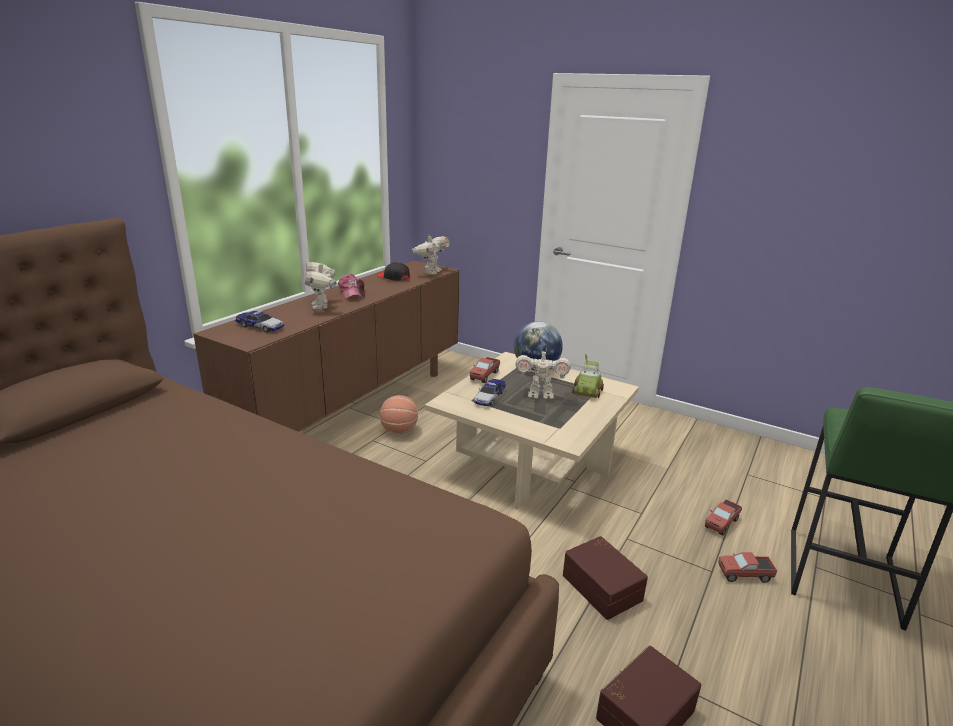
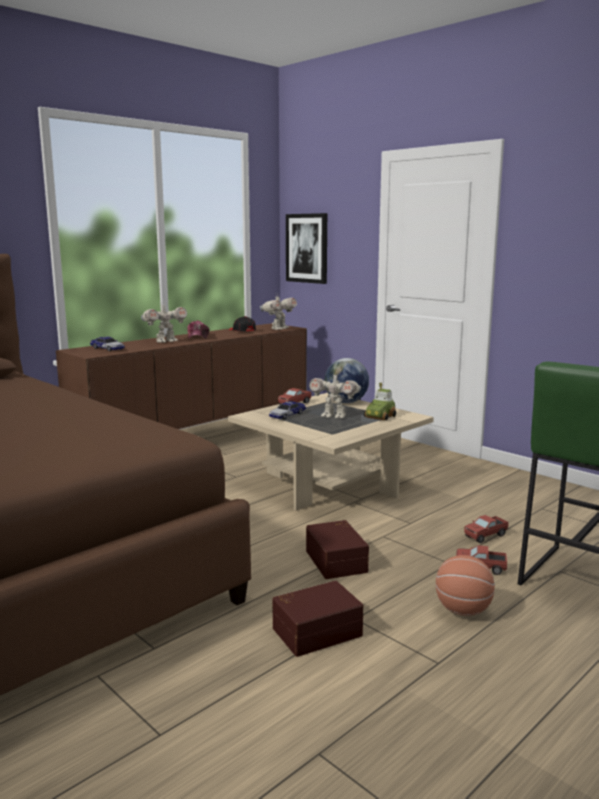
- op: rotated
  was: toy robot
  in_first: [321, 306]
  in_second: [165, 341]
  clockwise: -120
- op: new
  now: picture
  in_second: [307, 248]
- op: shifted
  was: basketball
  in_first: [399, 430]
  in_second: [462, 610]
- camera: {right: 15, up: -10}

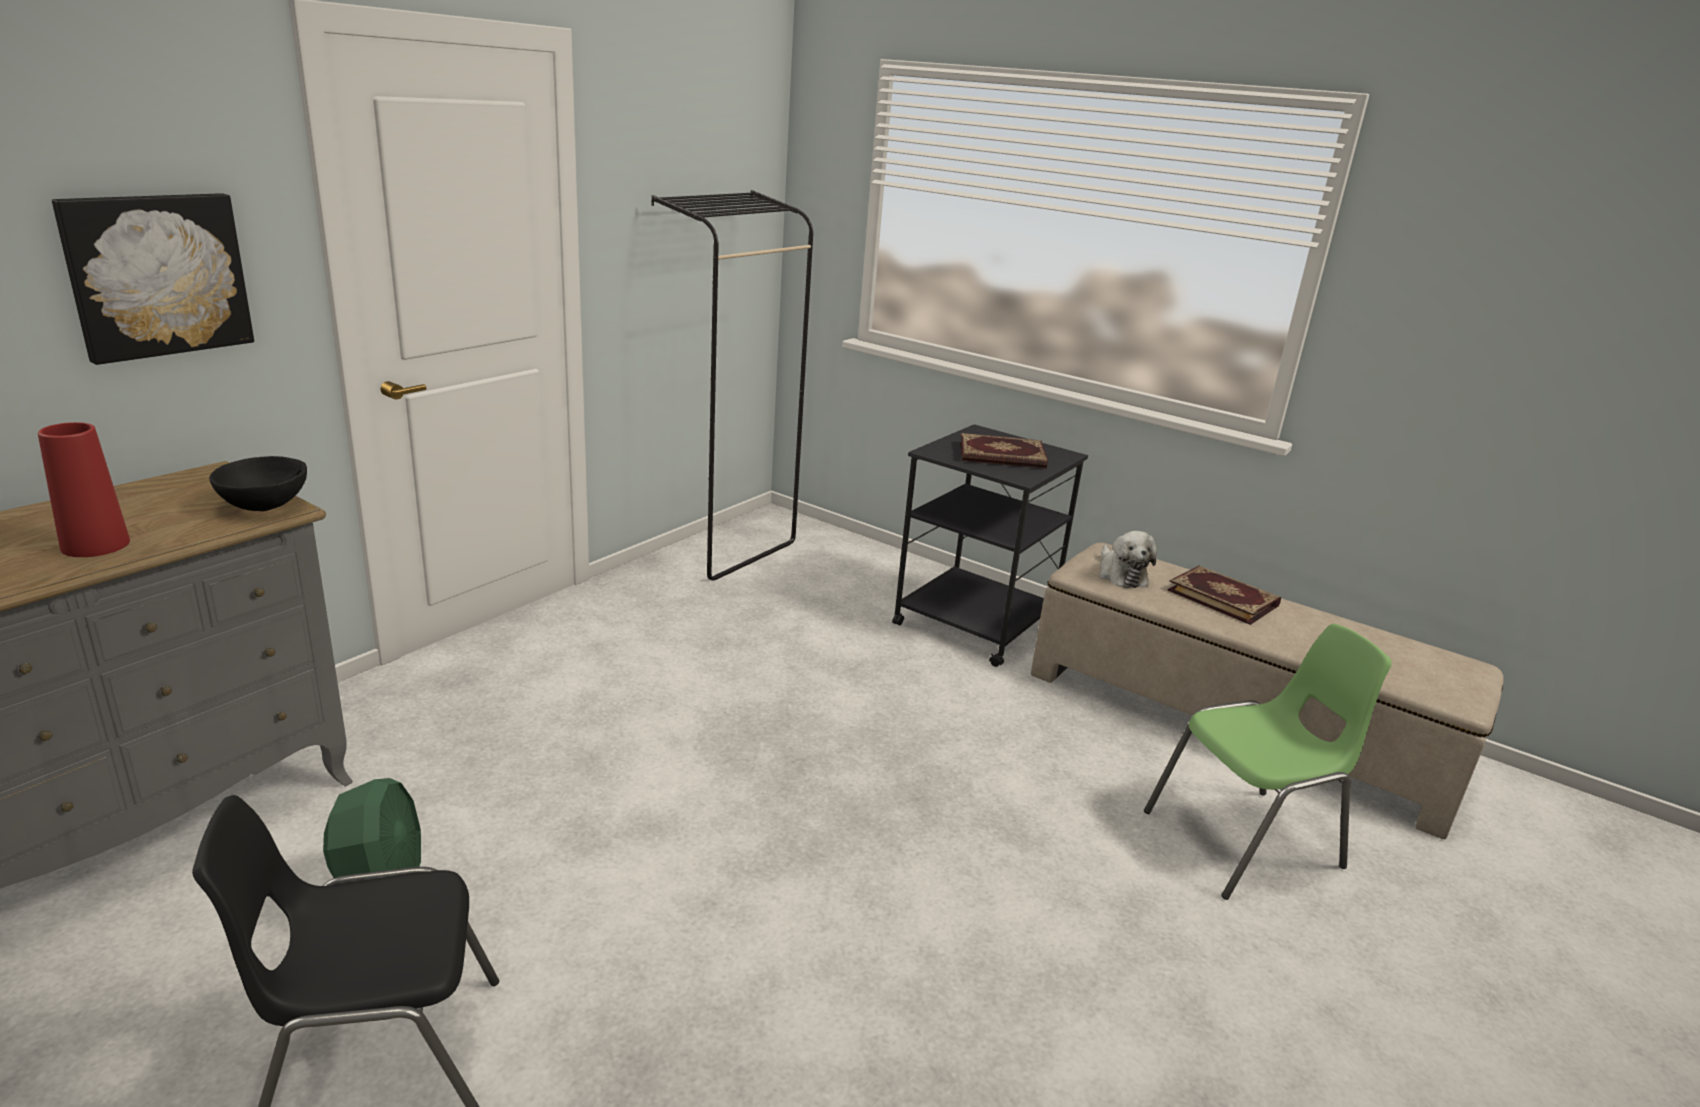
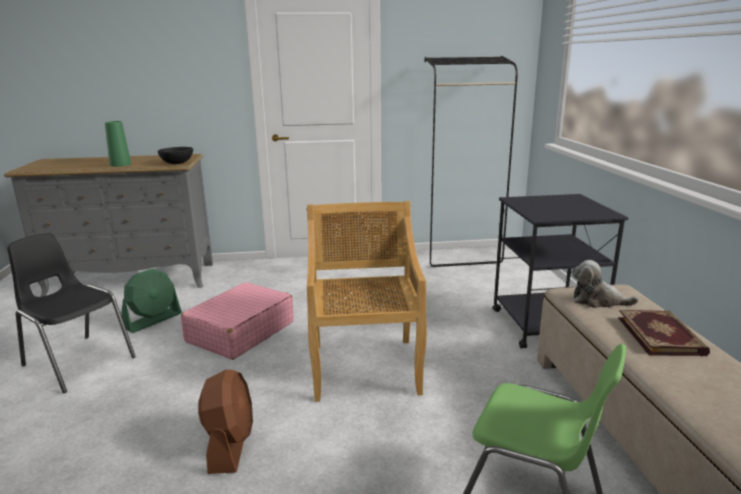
- op: repainted
  was: vase in red
  now: vase in green
  in_first: [95, 545]
  in_second: [120, 164]
- op: new
  now: suitcase in pink
  in_second: [240, 332]
- op: new
  now: fan in brown
  in_second: [230, 445]
- op: new
  now: chair in beige
  in_second: [365, 367]
- op: rotated
  was: plush toy
  in_first: [1121, 575]
  in_second: [597, 301]
  clockwise: 75
- op: gone
  was: picture
  in_first: [157, 275]
- op: gone
  was: book
  in_first: [1002, 456]
- camera: {right: 50, up: -5}

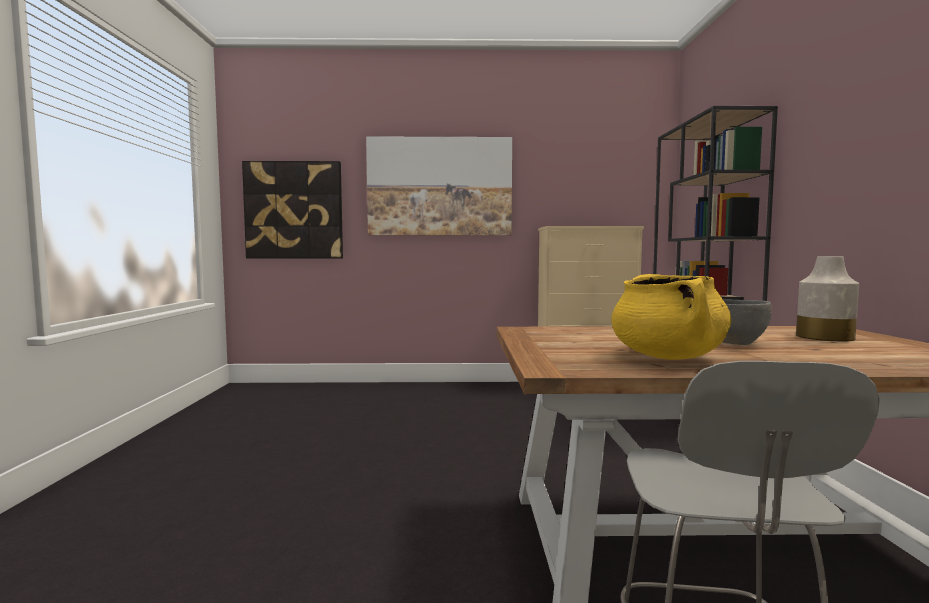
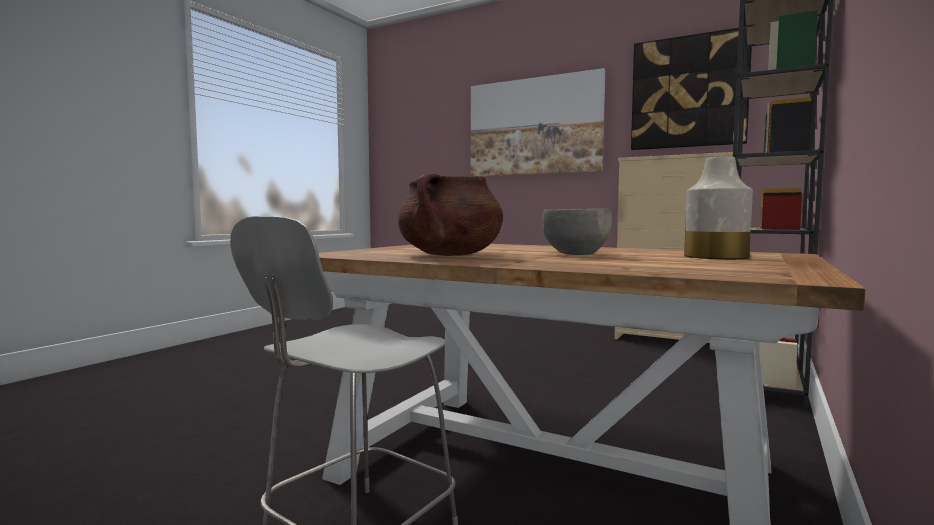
- op: repainted
  was: cooking pot in yellow
  now: cooking pot in brown
  in_first: [668, 357]
  in_second: [450, 255]
- op: shifted
  was: picture
  in_first: [294, 210]
  in_second: [688, 92]
- camera: {right: 30, up: 0}

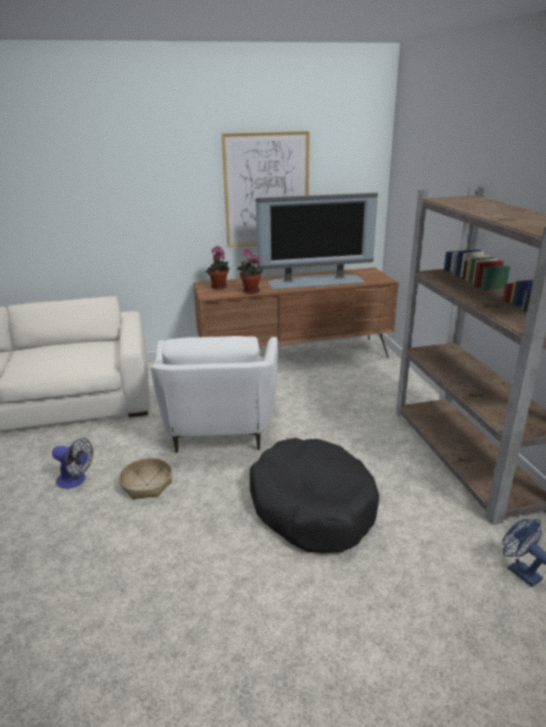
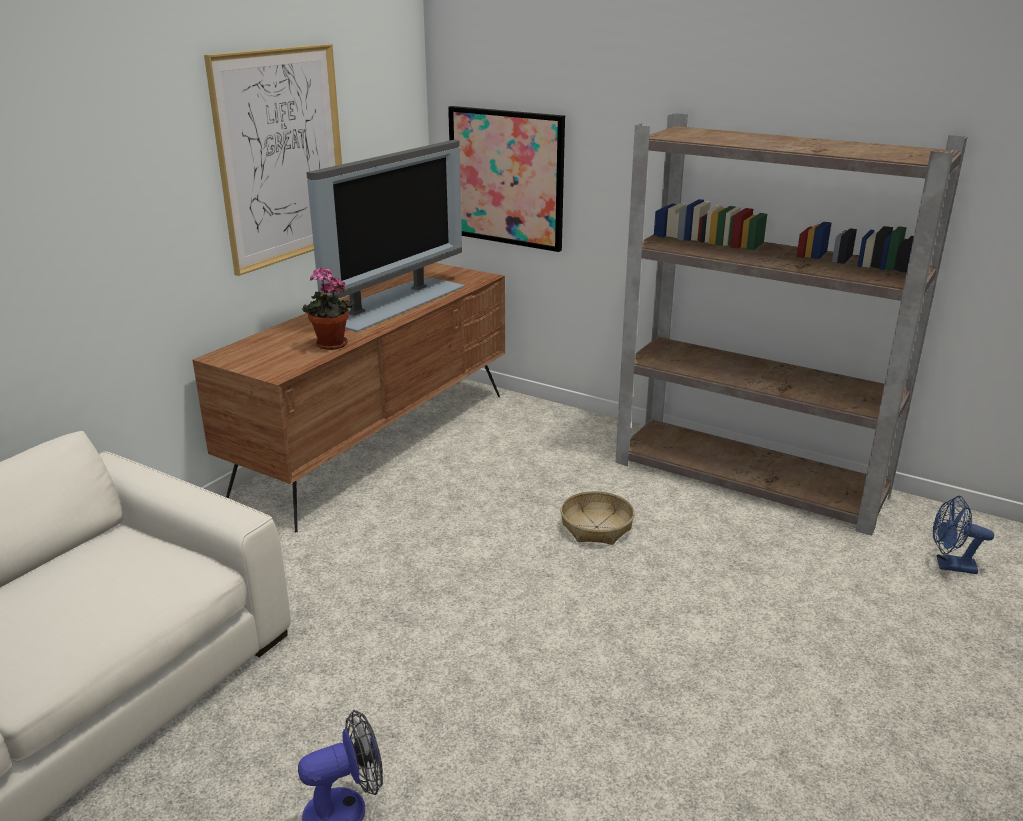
- op: new
  now: picture
  in_second: [506, 178]
- op: shifted
  was: basket
  in_first: [146, 485]
  in_second: [596, 527]
- op: gone
  was: armchair in white
  in_first: [219, 427]
- op: gone
  was: potted plant
  in_first: [219, 287]
- op: gone
  was: dog bed in black
  in_first: [312, 506]
- camera: {right: -45, up: 0}

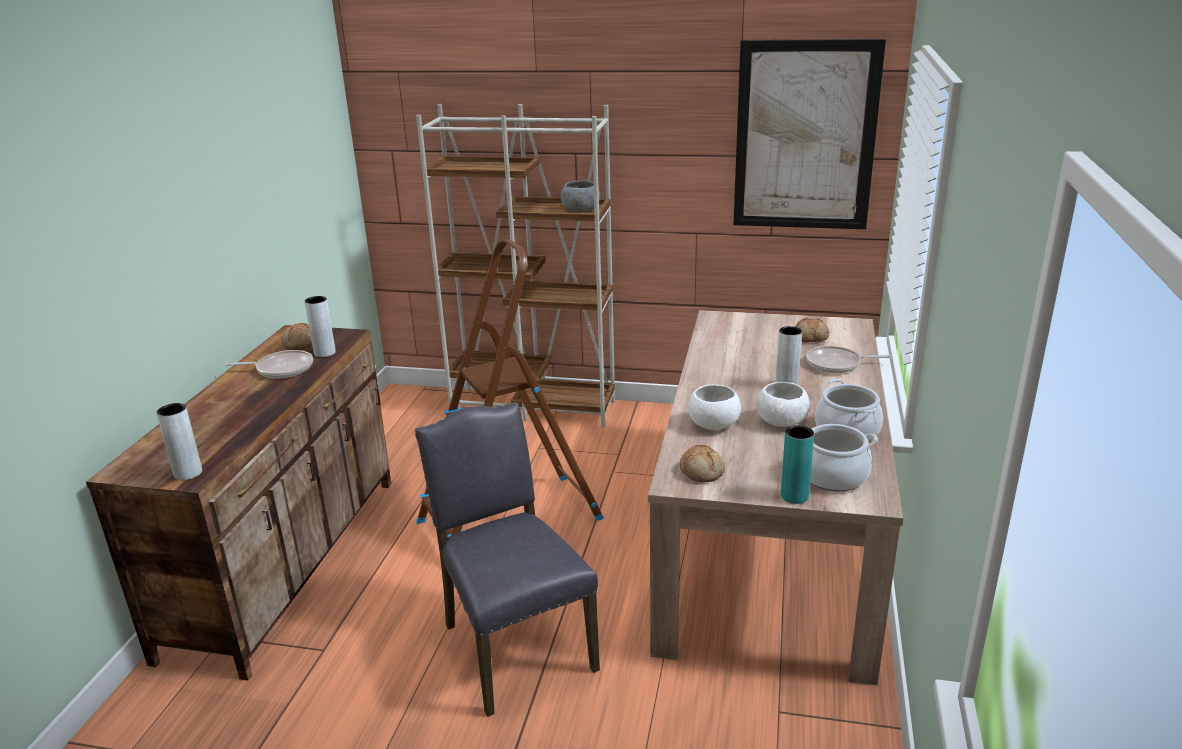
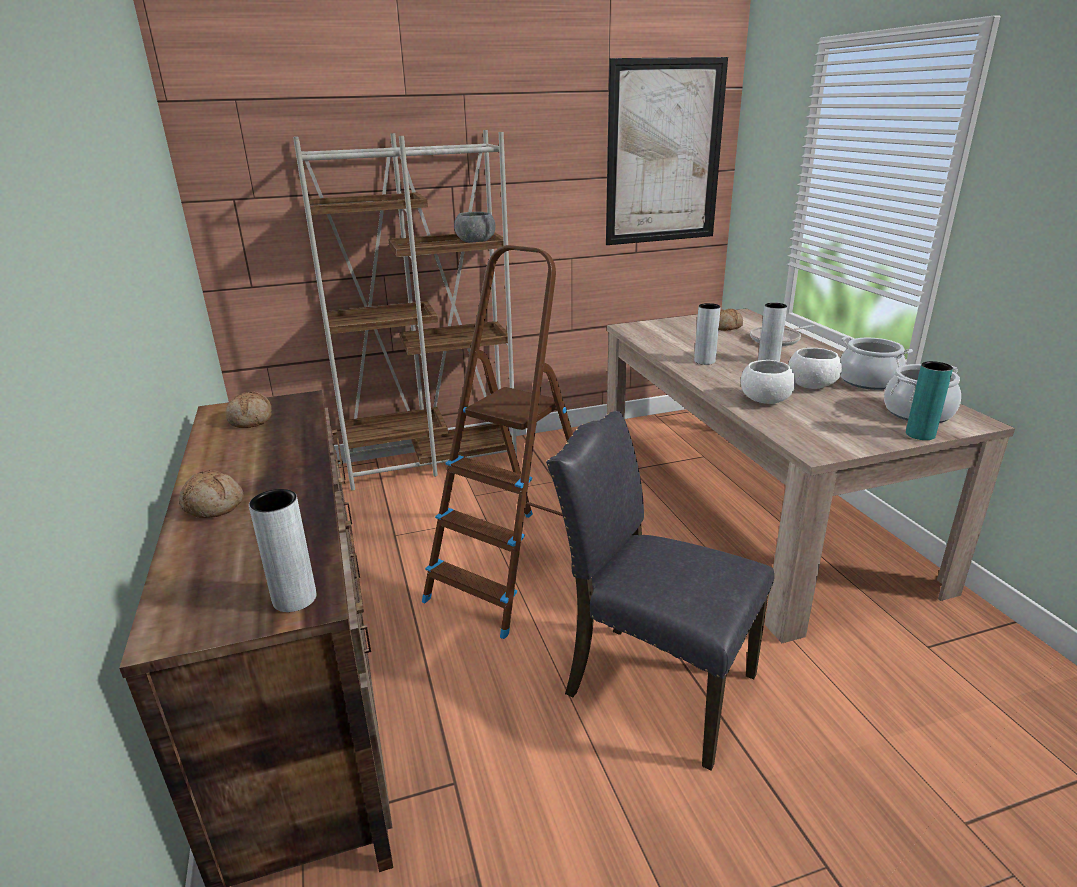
- op: shifted
  was: bread
  in_first: [702, 471]
  in_second: [214, 505]
- op: shifted
  was: vase in grey
  in_first: [325, 353]
  in_second: [704, 361]
- op: gone
  was: frying pan
  in_first: [281, 369]
- camera: {right: -30, up: 0}

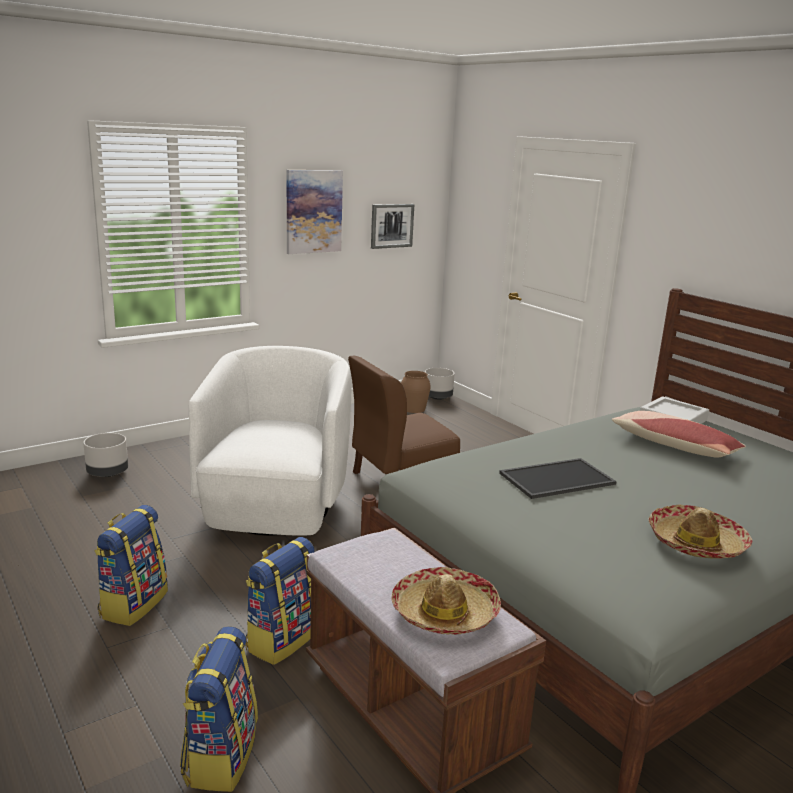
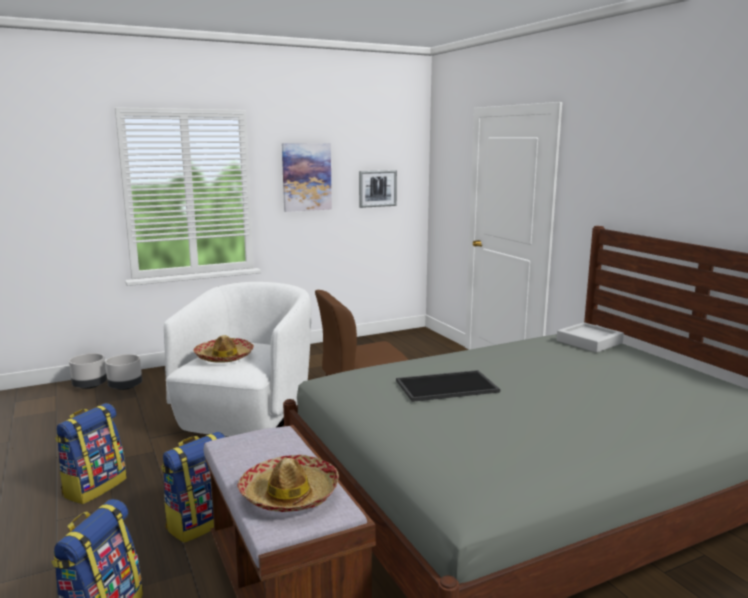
- op: shifted
  was: planter in grey
  in_first: [437, 397]
  in_second: [89, 386]
- op: shifted
  was: hat
  in_first: [696, 543]
  in_second: [224, 357]
- op: gone
  was: vase in brown
  in_first: [414, 409]
- op: gone
  was: pillow
  in_first: [673, 446]
- camera: {right: 10, up: -5}

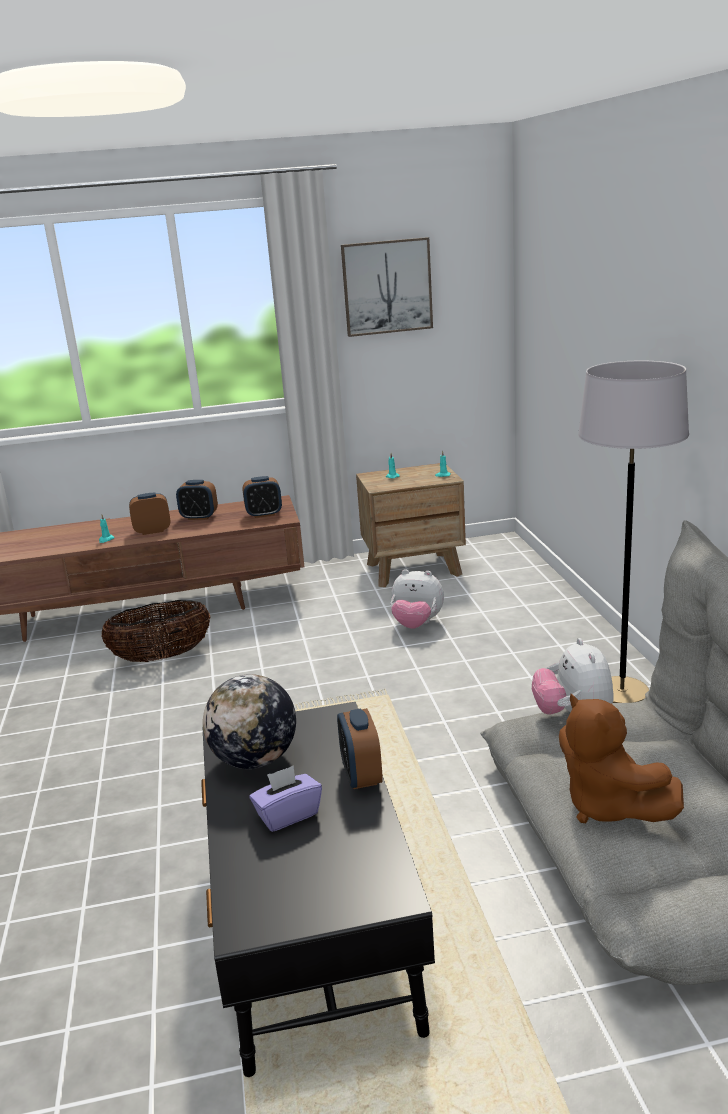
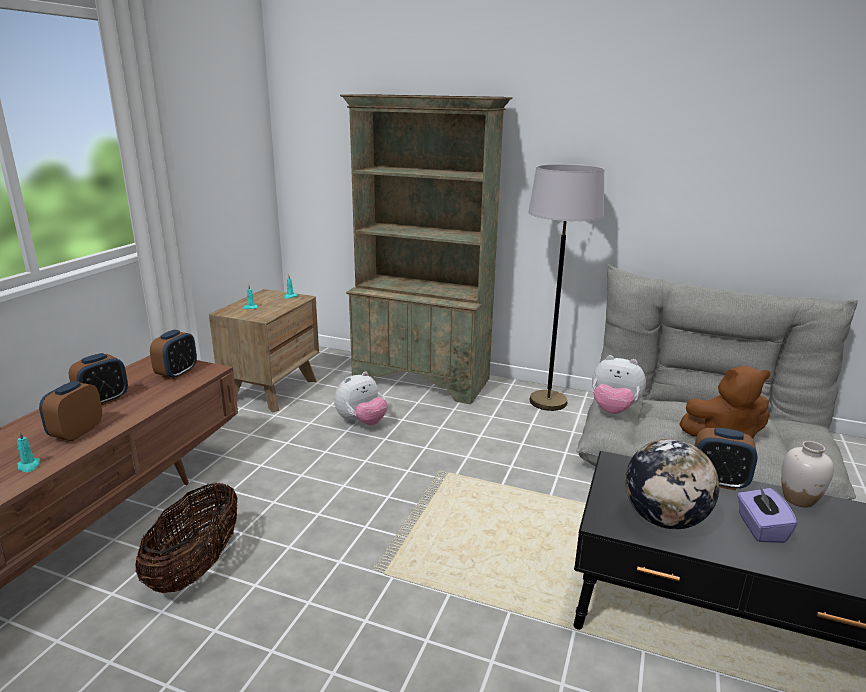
- op: new
  now: bookcase in green
  in_second: [422, 380]
- op: new
  now: vase in white
  in_second: [798, 499]
- op: gone
  was: picture
  in_first: [387, 287]
- camera: {right: -60, up: 0}

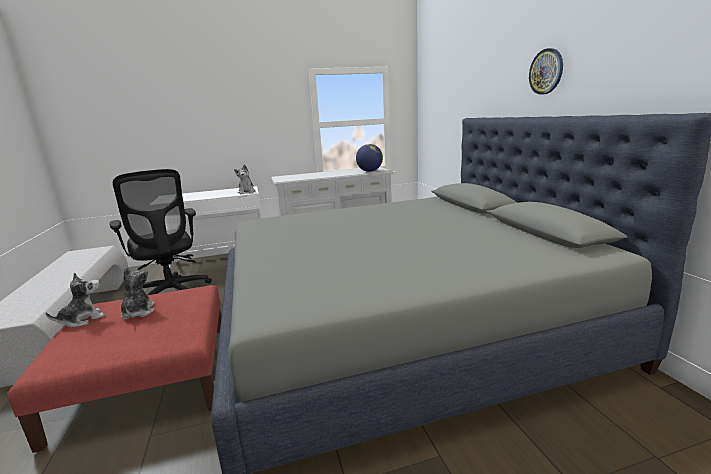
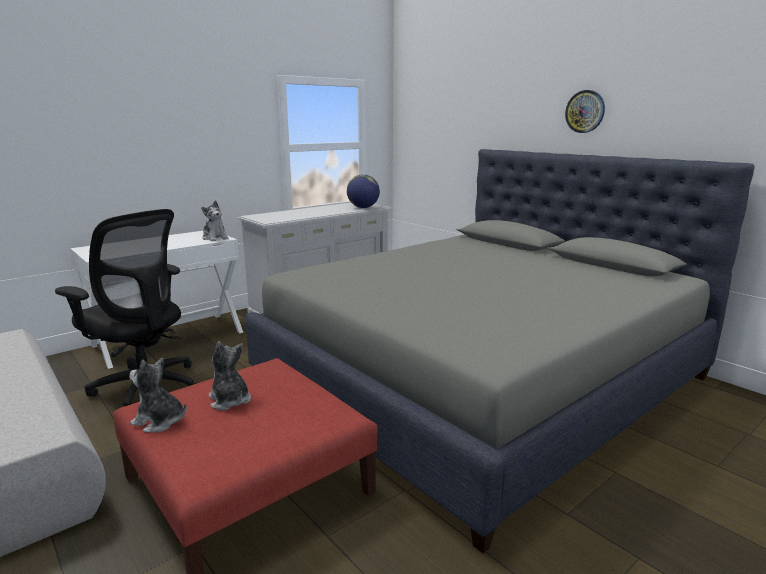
- op: rotated
  was: plush toy
  in_first: [83, 319]
  in_second: [160, 421]
  clockwise: -90
- camera: {right: -25, up: 0}

